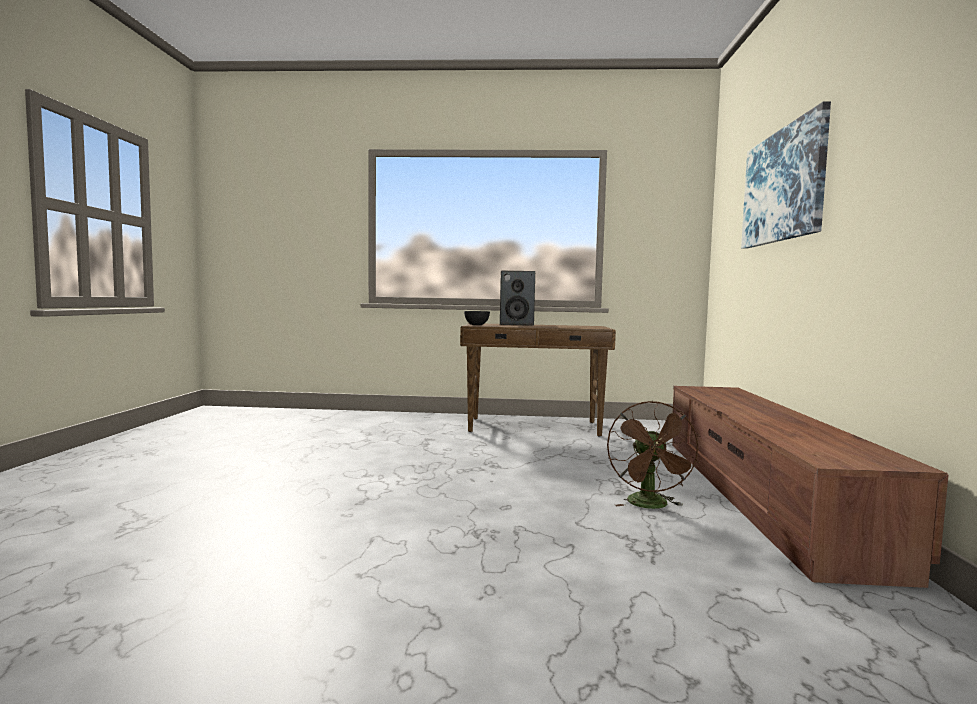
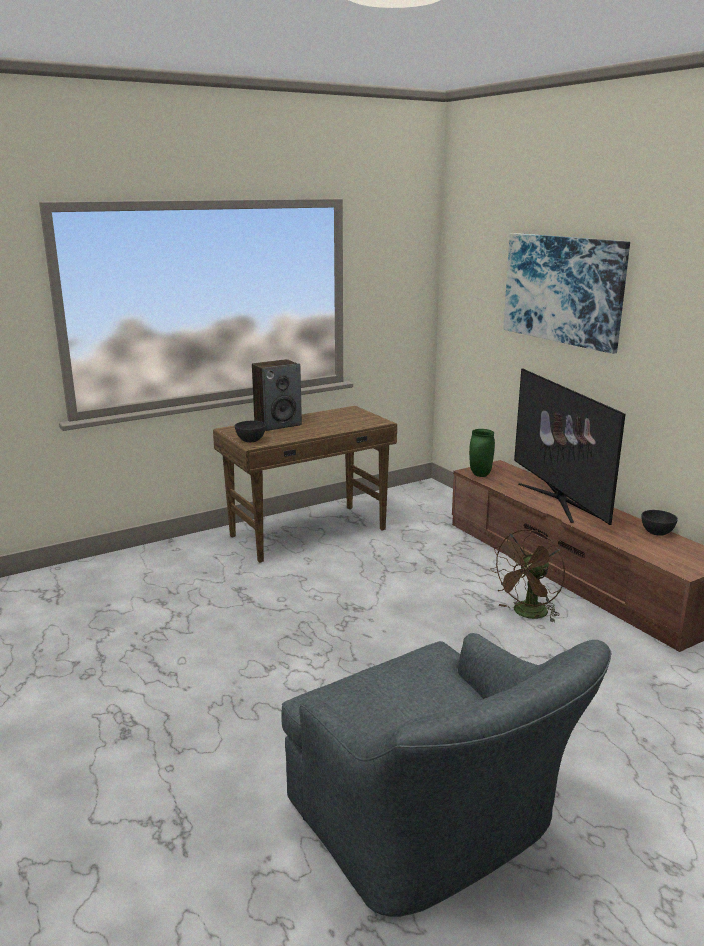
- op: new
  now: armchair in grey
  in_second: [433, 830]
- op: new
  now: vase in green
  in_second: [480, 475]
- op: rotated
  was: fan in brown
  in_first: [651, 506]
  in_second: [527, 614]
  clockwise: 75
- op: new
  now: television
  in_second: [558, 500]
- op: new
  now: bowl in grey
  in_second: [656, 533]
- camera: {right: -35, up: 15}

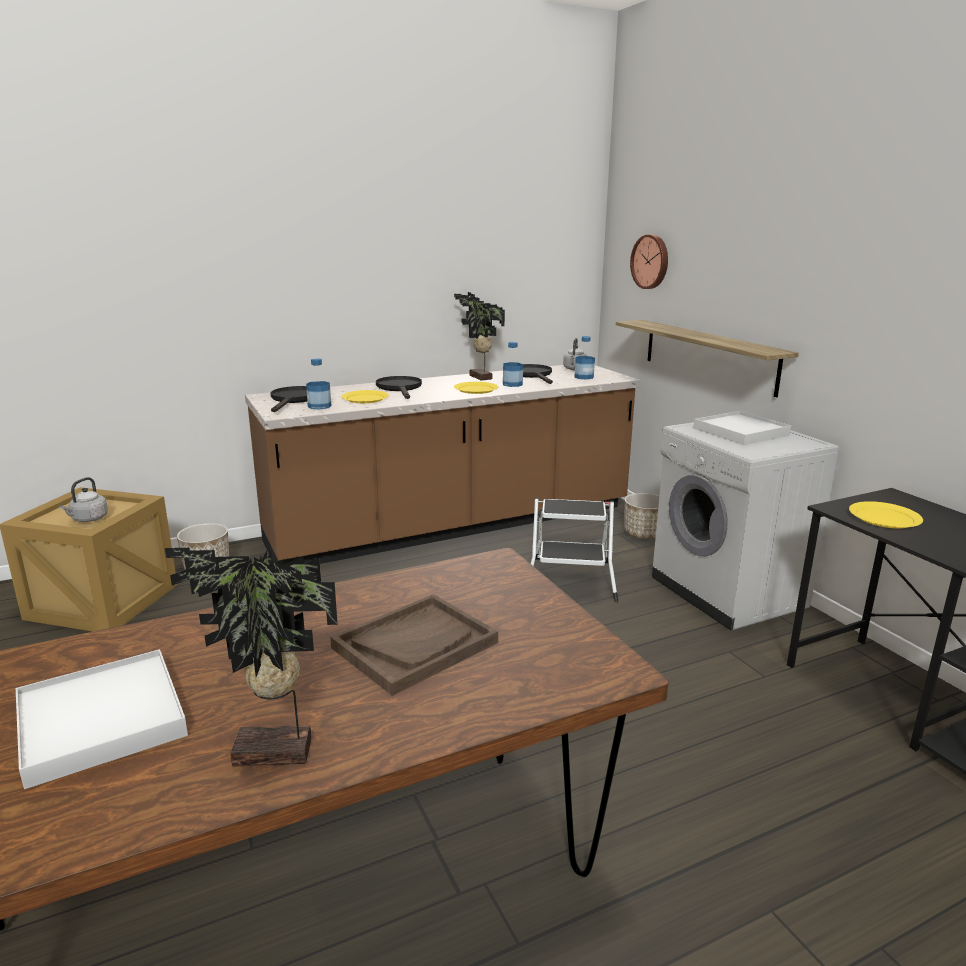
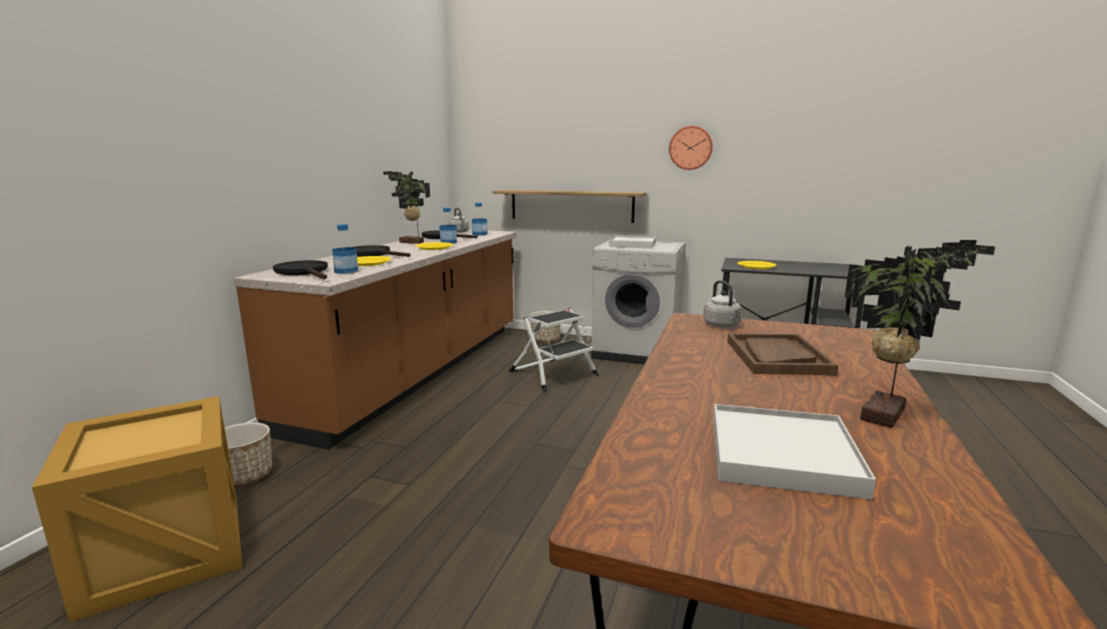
- op: shifted
  was: wall clock
  in_first: [651, 261]
  in_second: [690, 148]
- op: shifted
  was: kettle in grey
  in_first: [88, 519]
  in_second: [722, 325]
- camera: {right: -45, up: -5}

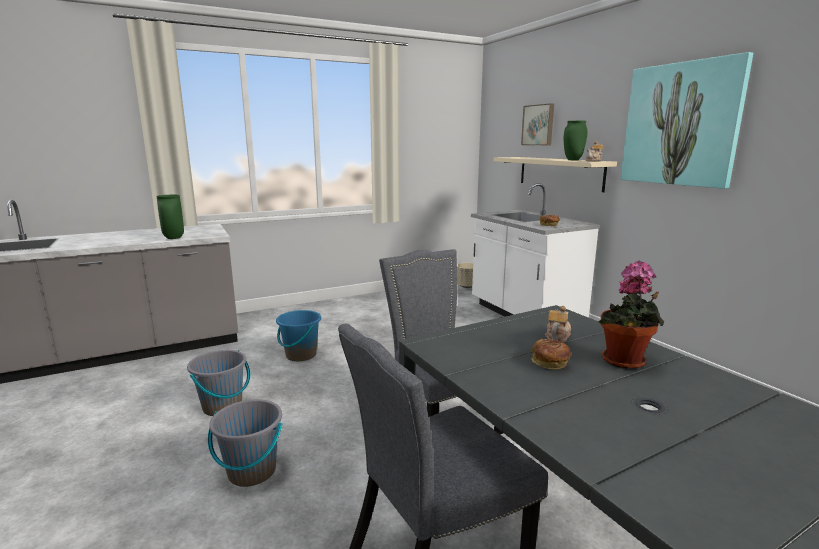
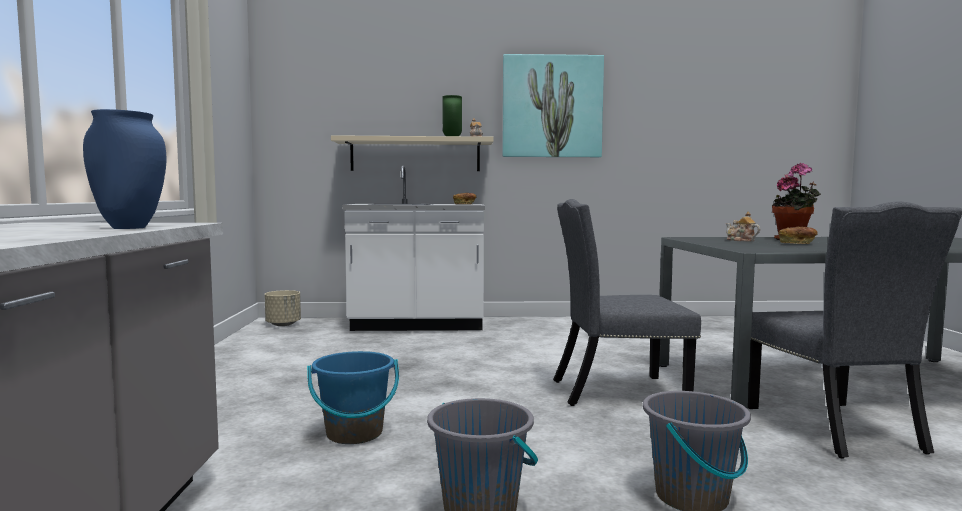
- op: repainted
  was: vase in green
  now: vase in blue
  in_first: [173, 238]
  in_second: [127, 228]
- op: gone
  was: picture
  in_first: [538, 125]
- camera: {right: -65, up: -10}

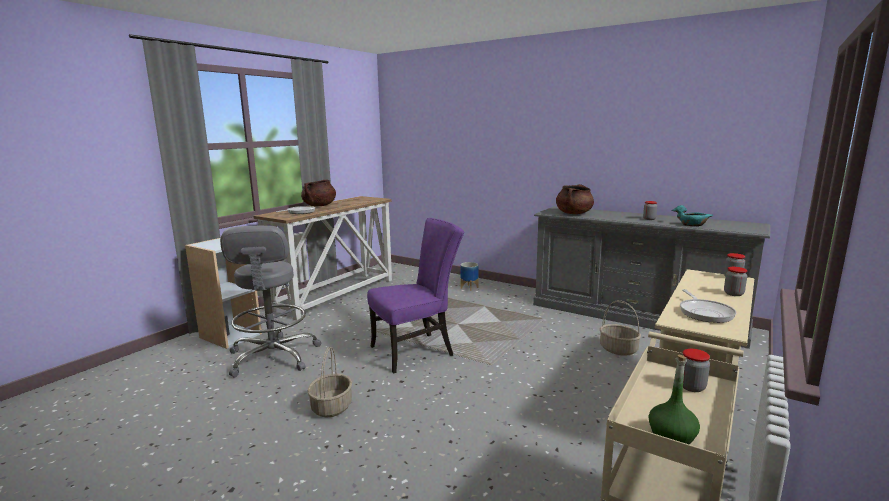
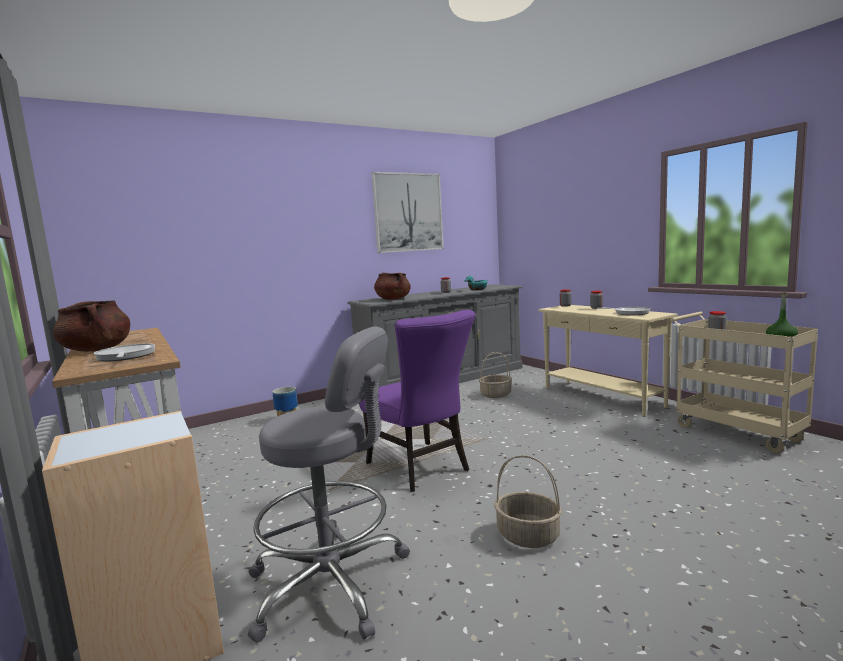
- op: rotated
  was: chair in purple
  in_first: [417, 350]
  in_second: [422, 468]
  clockwise: 150
- op: new
  now: picture
  in_second: [408, 212]
- camera: {right: -65, up: -5}

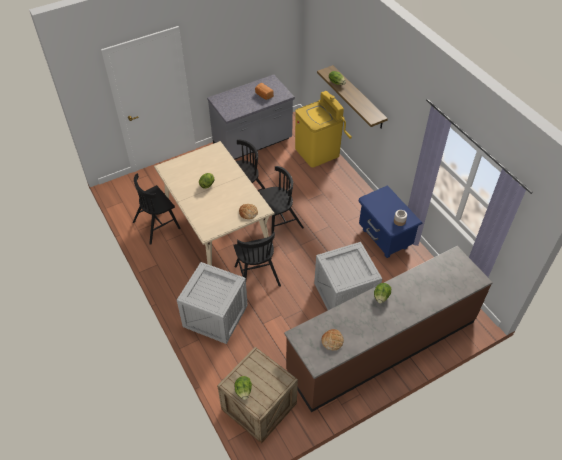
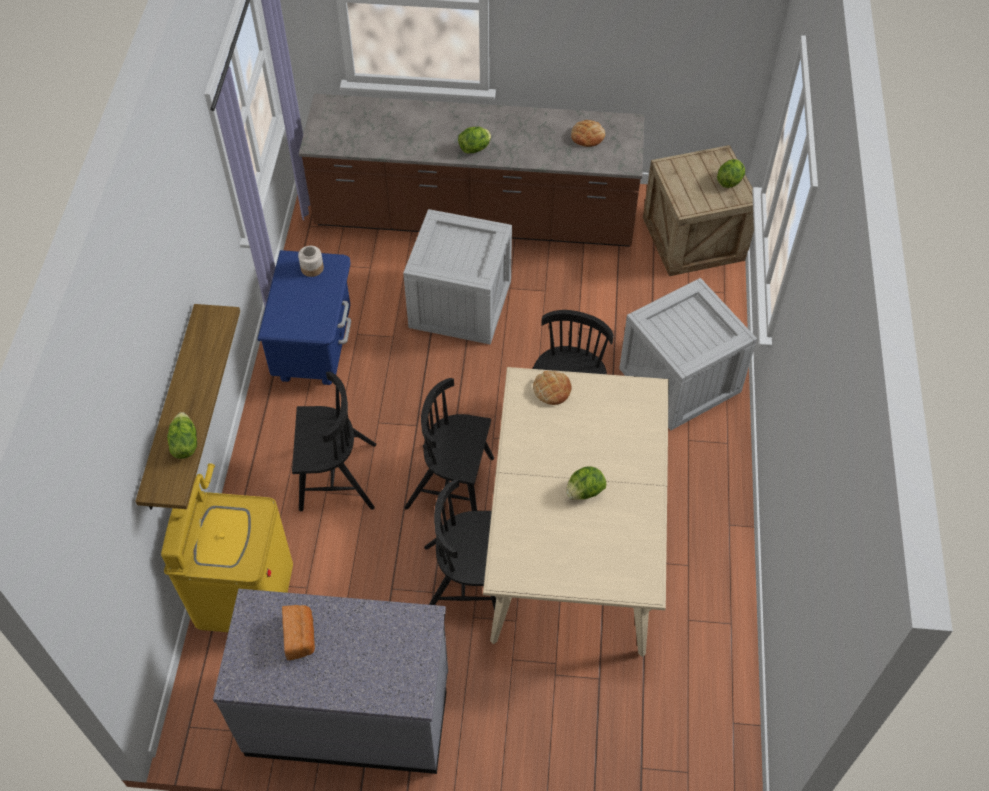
- op: shifted
  was: chair in black
  in_first: [158, 224]
  in_second: [332, 476]
- camera: {right: -145, up: 5}

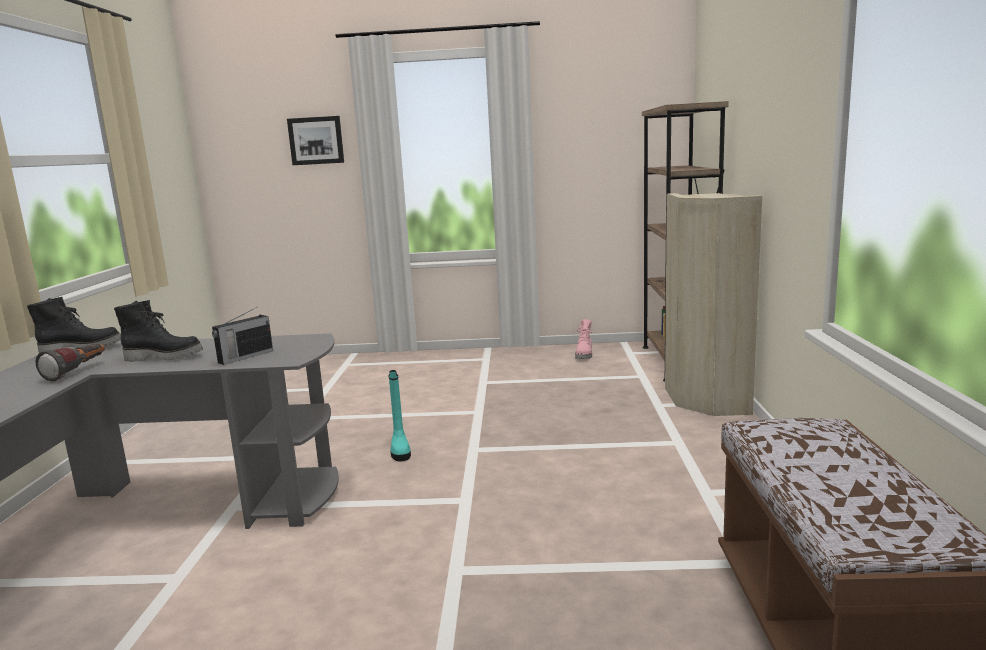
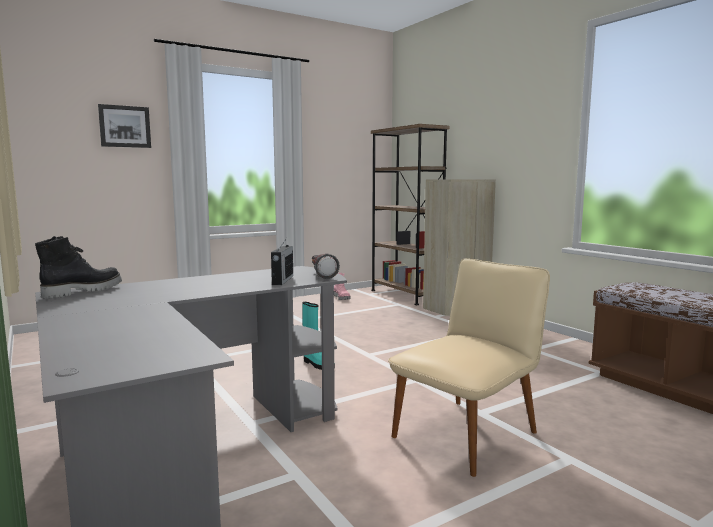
- op: shifted
  was: flashlight
  in_first: [78, 372]
  in_second: [321, 275]
- op: new
  now: chair in beige
  in_second: [465, 434]
- op: gone
  was: boot in black
  in_first: [165, 357]
- camera: {right: -35, up: -5}

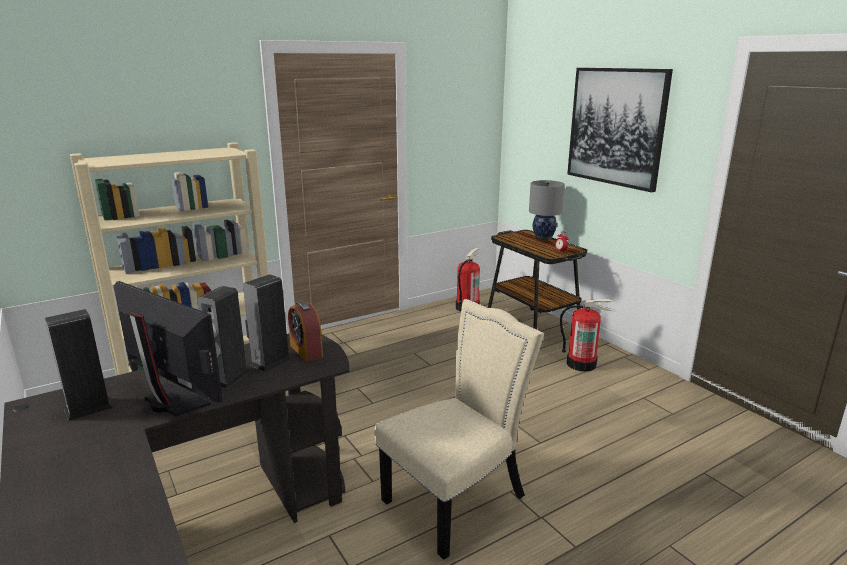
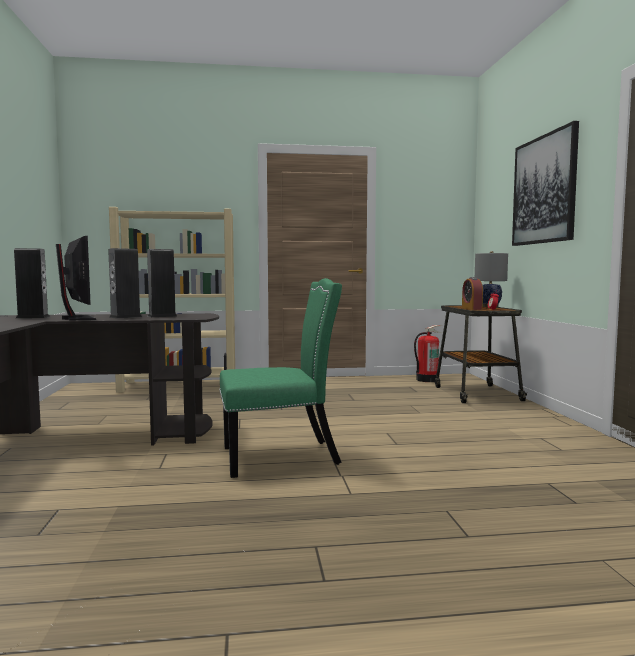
- op: repainted
  was: chair in beige
  now: chair in green
  in_first: [454, 503]
  in_second: [277, 457]
- op: shifted
  was: alarm clock
  in_first: [306, 351]
  in_second: [471, 308]
- op: gone
  was: fire extinguisher
  in_first: [581, 364]
- camera: {right: 25, up: -15}

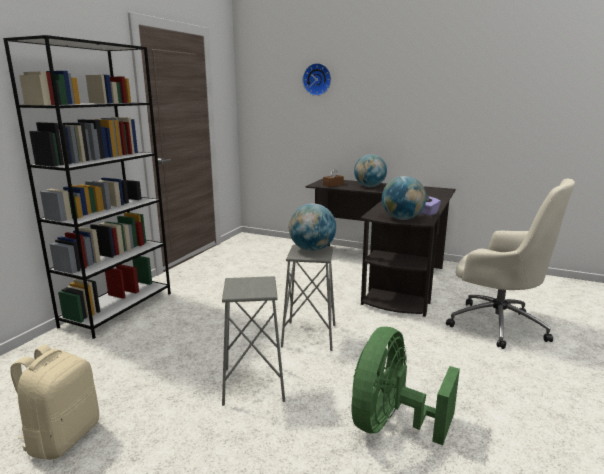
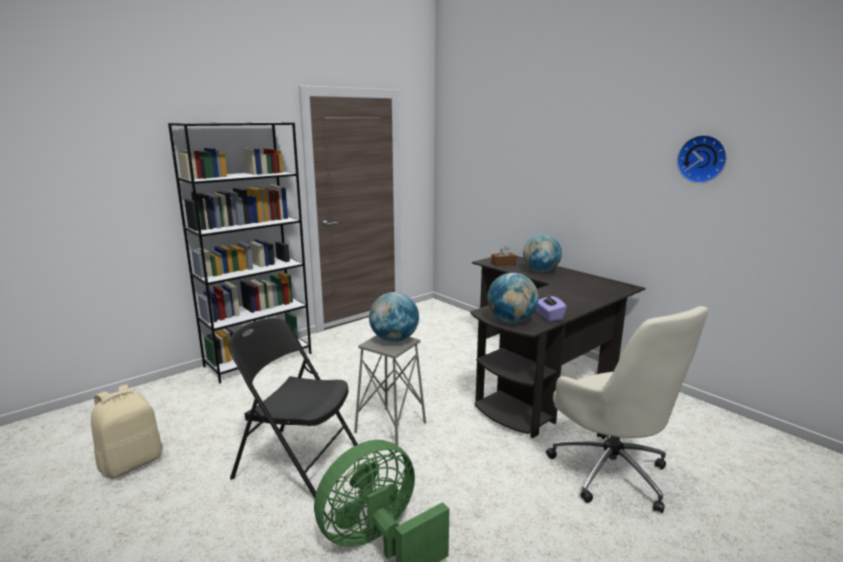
- op: swapped
  was: stool in grey
  now: chair in black
  in_first: [253, 384]
  in_second: [298, 462]
- op: shifted
  was: wall clock
  in_first: [317, 79]
  in_second: [702, 159]
- camera: {right: 25, up: 0}

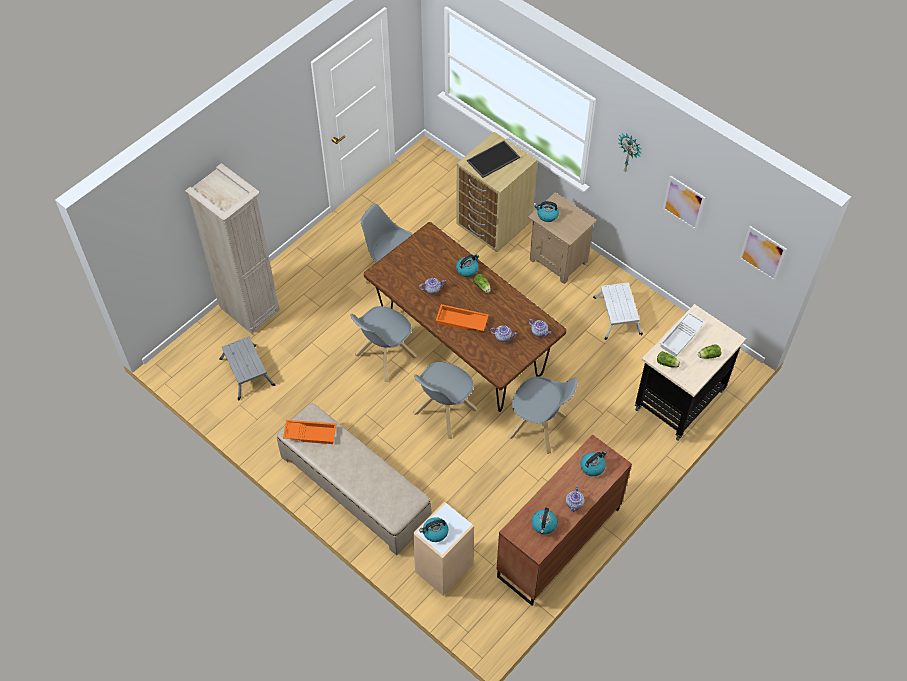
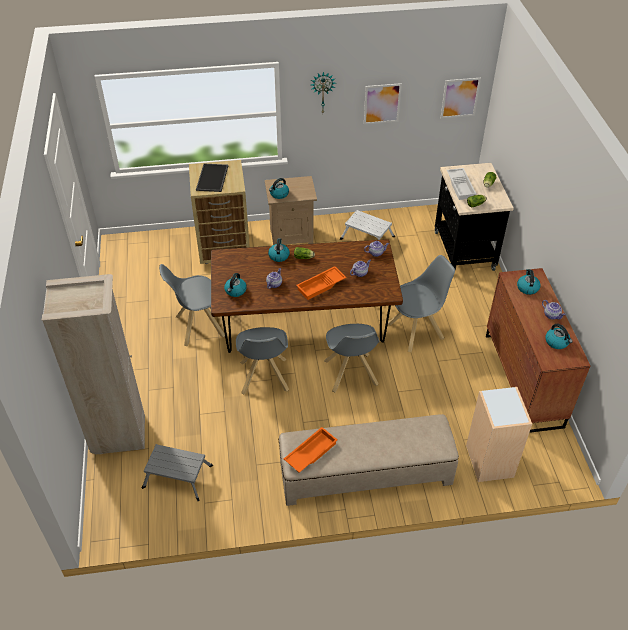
- op: shifted
  was: kettle
  in_first: [435, 532]
  in_second: [235, 291]
- camera: {right: -50, up: -10}

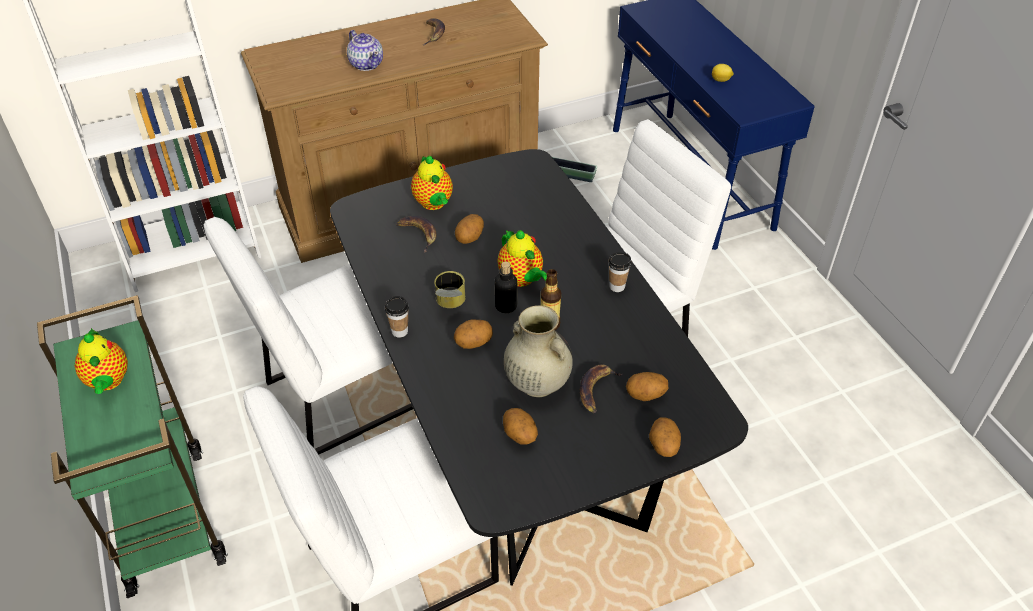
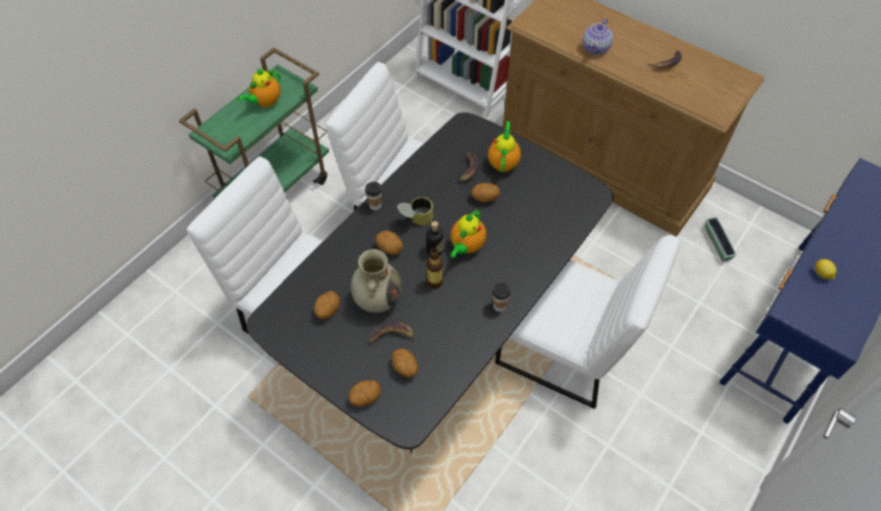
- op: rotated
  was: teapot
  in_first: [434, 204]
  in_second: [503, 162]
  clockwise: 150
- camera: {right: 60, up: 10}

